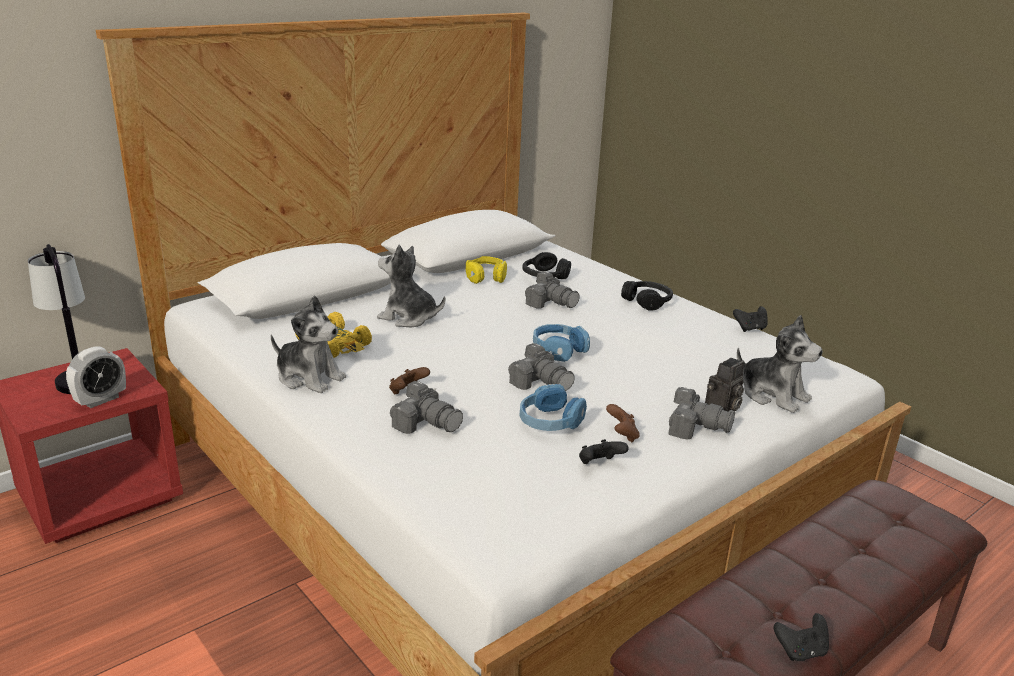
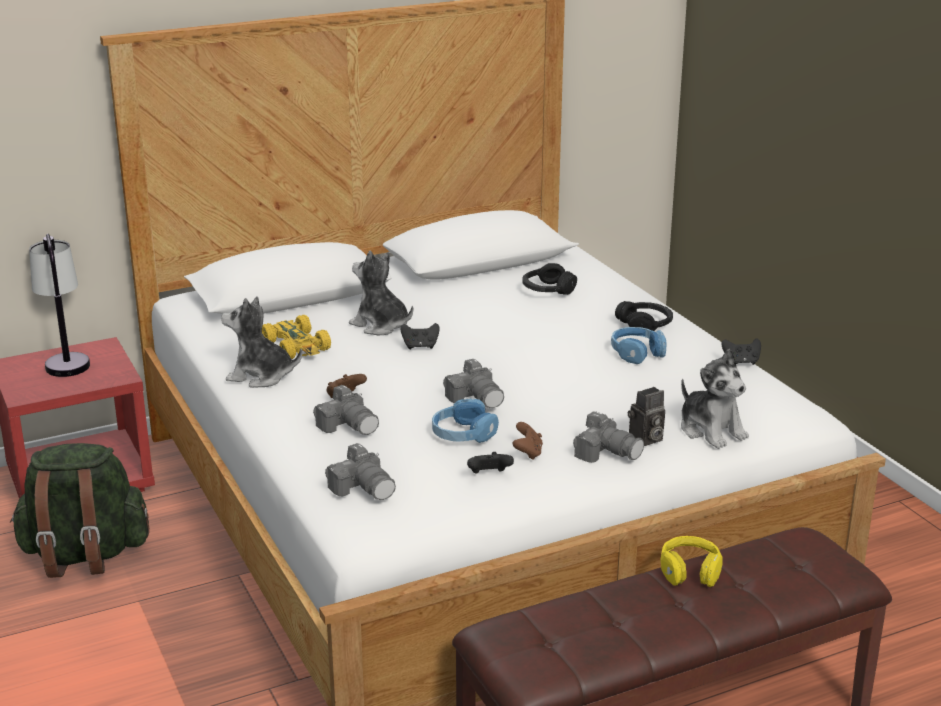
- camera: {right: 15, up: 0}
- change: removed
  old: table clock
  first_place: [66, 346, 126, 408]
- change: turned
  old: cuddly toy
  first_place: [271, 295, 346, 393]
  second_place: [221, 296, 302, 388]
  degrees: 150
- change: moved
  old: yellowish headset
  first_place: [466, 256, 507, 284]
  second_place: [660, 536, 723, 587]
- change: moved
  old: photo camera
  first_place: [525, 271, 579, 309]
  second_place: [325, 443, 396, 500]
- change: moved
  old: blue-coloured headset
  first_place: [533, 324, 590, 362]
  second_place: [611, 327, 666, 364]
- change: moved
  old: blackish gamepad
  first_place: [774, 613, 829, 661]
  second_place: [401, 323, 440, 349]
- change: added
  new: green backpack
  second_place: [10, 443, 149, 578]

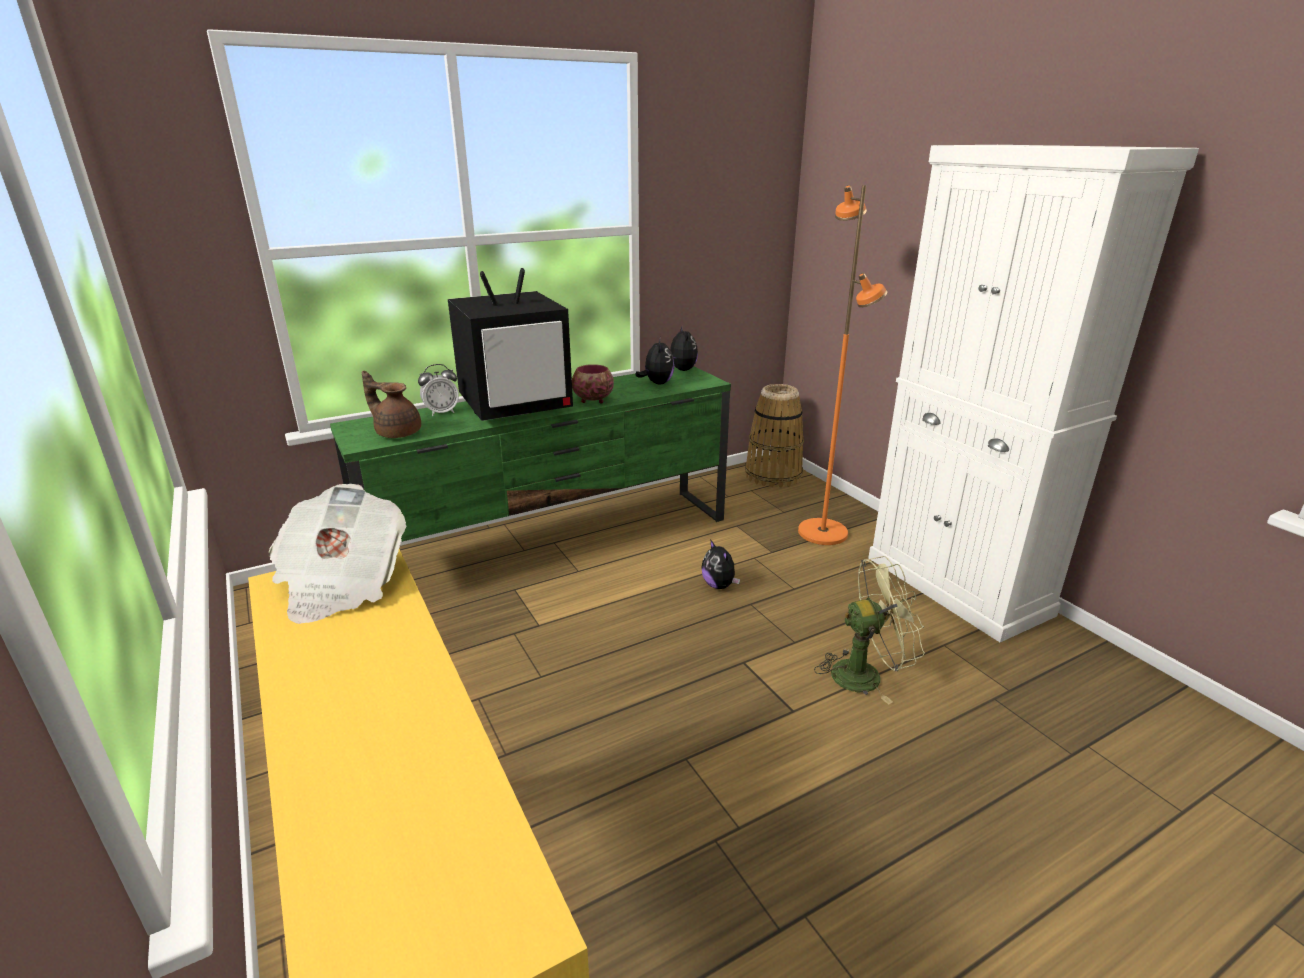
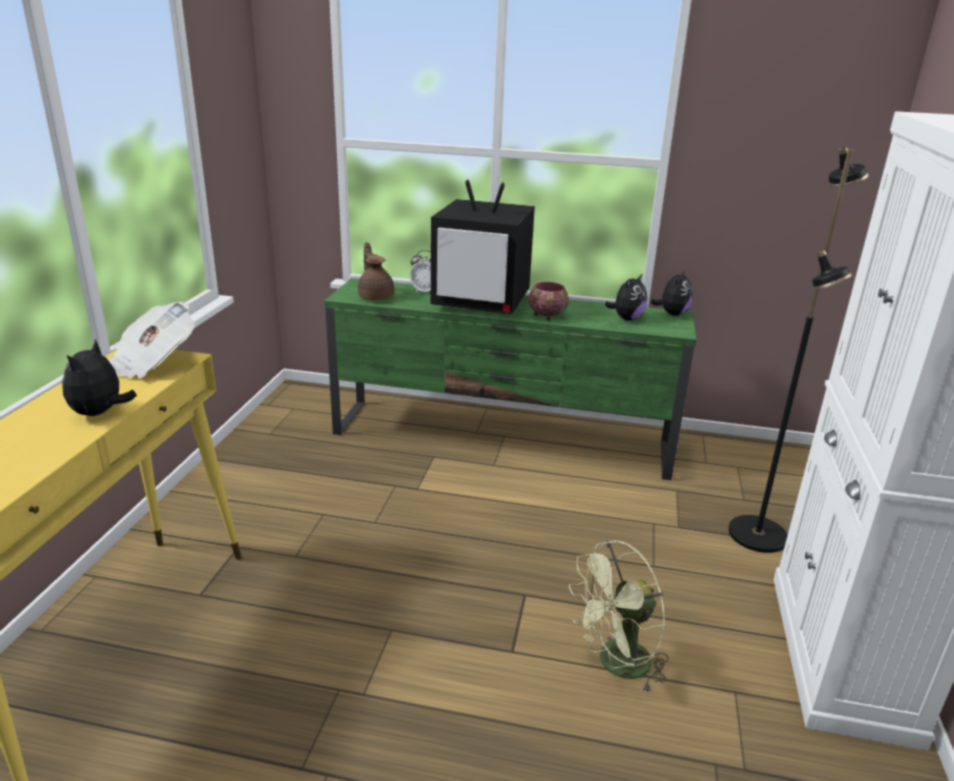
- camera: {right: 40, up: 0}
- change: moved
  old: cuddly toy
  first_place: [701, 539, 740, 589]
  second_place: [62, 339, 137, 416]
- change: removed
  old: storage basket
  first_place: [745, 384, 804, 488]
- change: recoloured
  old: orangey standing lamp
  new: blackish standing lamp
  first_place: [798, 185, 888, 545]
  second_place: [728, 147, 869, 553]
- change: turned
  old: green electric fan
  first_place: [814, 556, 925, 704]
  second_place: [569, 540, 668, 692]
  degrees: 120

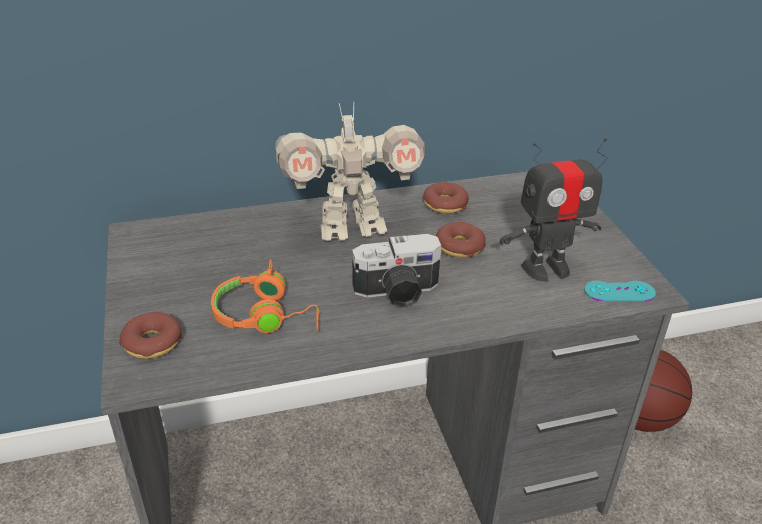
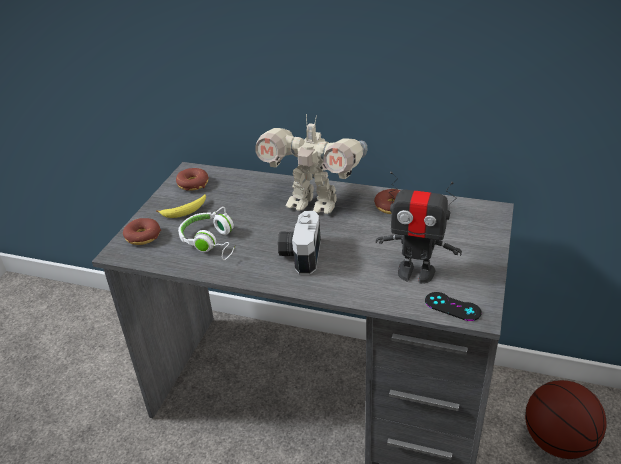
- camera: {right: 35, up: 0}
- change: recoloured
  old: orangey headset
  new: white-coloured headset
  first_place: [211, 259, 319, 333]
  second_place: [178, 207, 235, 260]
- change: turned
  old: photo camera
  first_place: [352, 234, 441, 308]
  second_place: [278, 211, 321, 275]
  degrees: 75
- change: moved
  old: doughnut
  first_place: [436, 222, 486, 258]
  second_place: [176, 168, 209, 191]
- change: recoloured
  old: turquoise-coloured gamepad
  new: blackish gamepad
  first_place: [584, 281, 656, 302]
  second_place: [425, 292, 481, 321]
- change: added
  new: whole banana
  second_place: [156, 194, 206, 218]

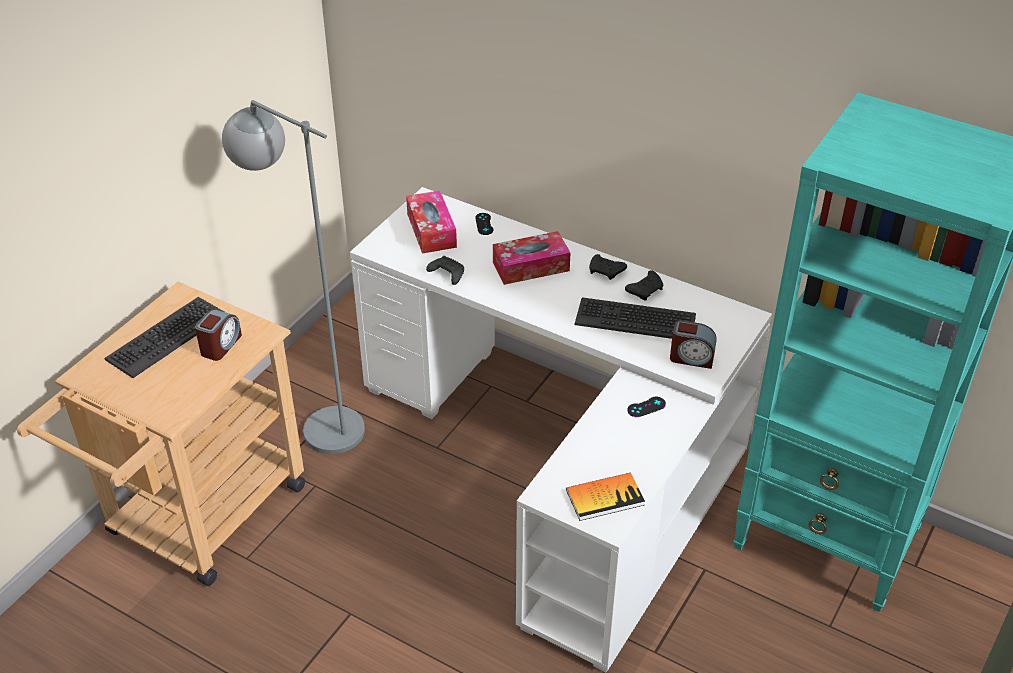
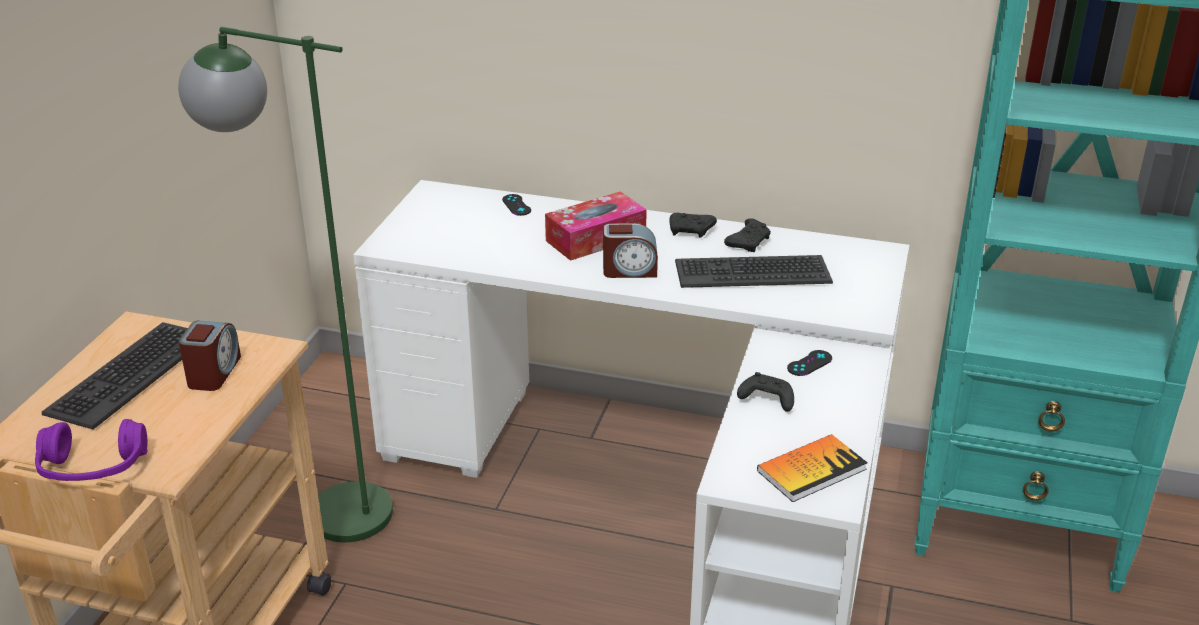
- camera: {right: -15, up: -10}
- change: recoloured
  old: gray standing lamp
  new: green standing lamp
  first_place: [222, 100, 365, 454]
  second_place: [178, 27, 393, 542]
- change: removed
  old: tissue box
  first_place: [406, 190, 457, 254]
- change: moved
  old: blackish gamepad
  first_place: [426, 256, 464, 285]
  second_place: [737, 372, 794, 412]
- change: moved
  old: table clock
  first_place: [670, 320, 717, 369]
  second_place: [603, 223, 658, 278]
- change: added
  new: purple headset
  second_place: [35, 419, 148, 481]

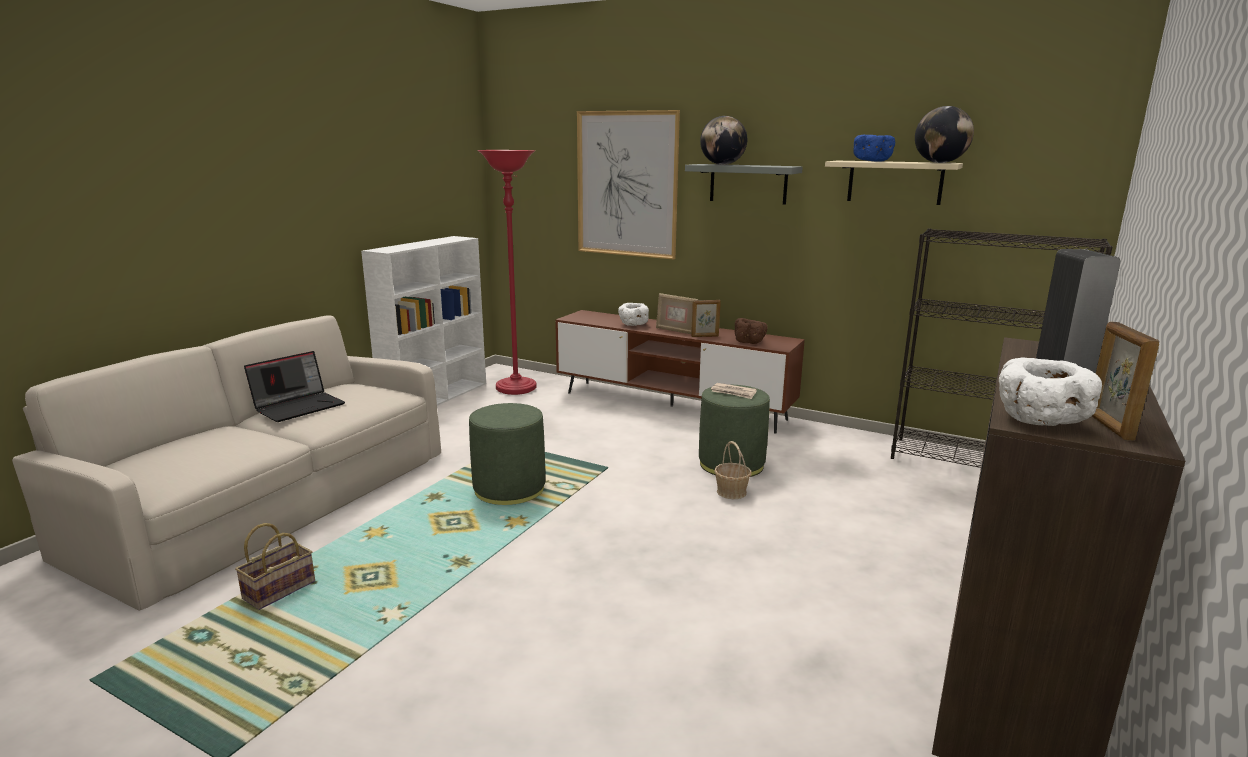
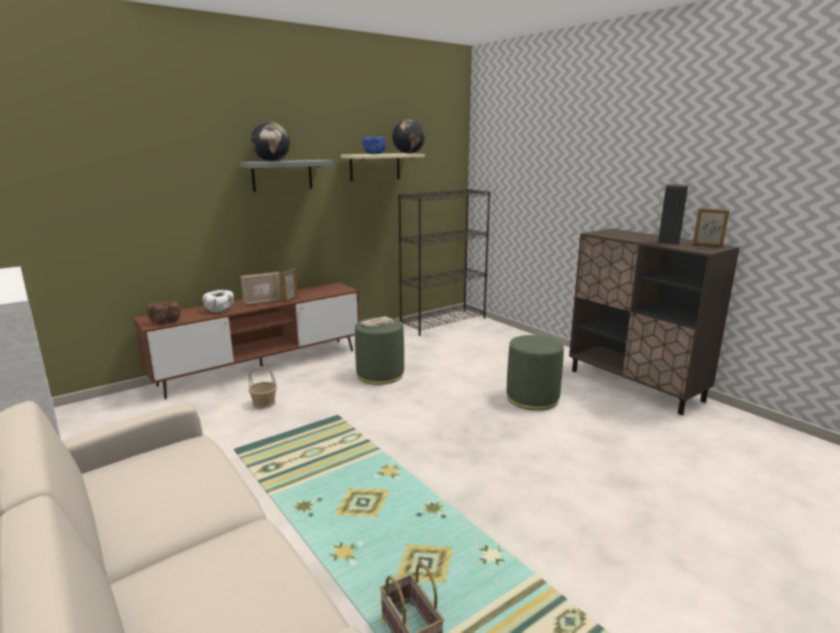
- camera: {right: -65, up: 0}
- change: removed
  old: notebook computer
  first_place: [244, 351, 345, 422]
- change: moved
  old: green footrest
  first_place: [469, 403, 545, 505]
  second_place: [507, 335, 564, 410]
- change: removed
  old: reddish standing lamp
  first_place: [477, 150, 537, 395]
- change: removed
  old: wall picture
  first_place: [577, 110, 680, 260]
- change: moved
  old: storage basket
  first_place: [714, 441, 752, 499]
  second_place: [248, 367, 277, 409]
- change: moved
  old: brown-coloured deep dish
  first_place: [735, 318, 768, 344]
  second_place: [146, 301, 181, 324]
- change: removed
  old: white-coloured deep dish
  first_place: [999, 357, 1102, 426]

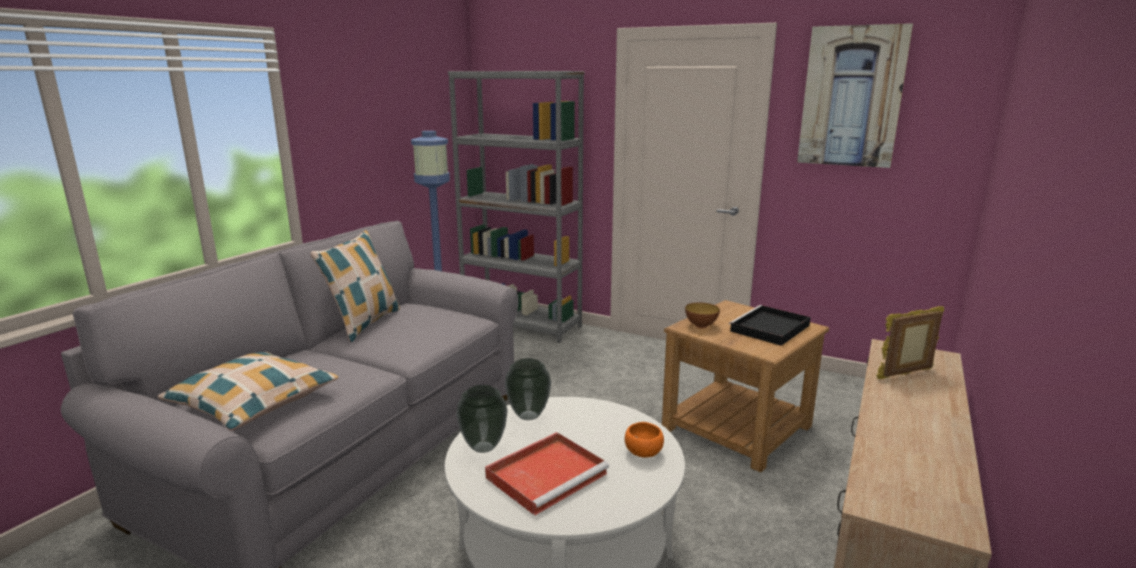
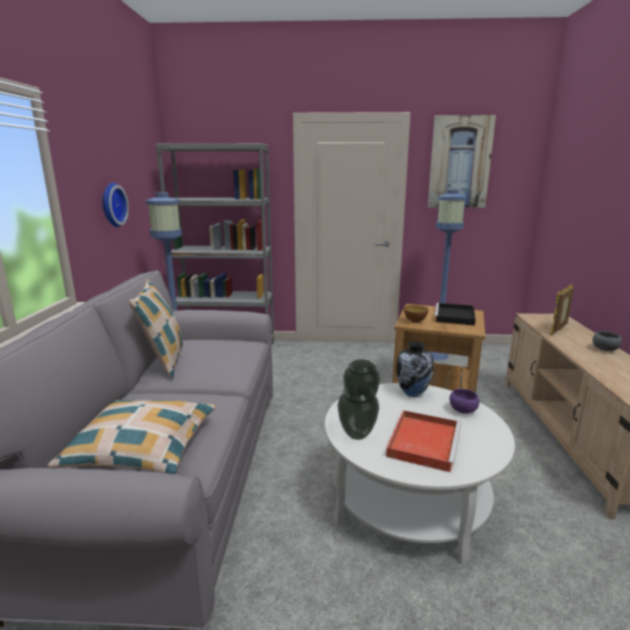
- camera: {right: -25, up: 0}
- change: recoloured
  old: orangey deep dish
  new: purple deep dish
  first_place: [625, 422, 664, 458]
  second_place: [450, 388, 479, 414]
- change: added
  new: clock on the wall
  second_place: [103, 183, 129, 227]
- change: added
  new: vase
  second_place: [396, 341, 434, 397]
- change: added
  new: blue-coloured standing lamp
  second_place: [429, 190, 467, 360]
- change: added
  new: gray deep dish
  second_place: [593, 331, 622, 351]

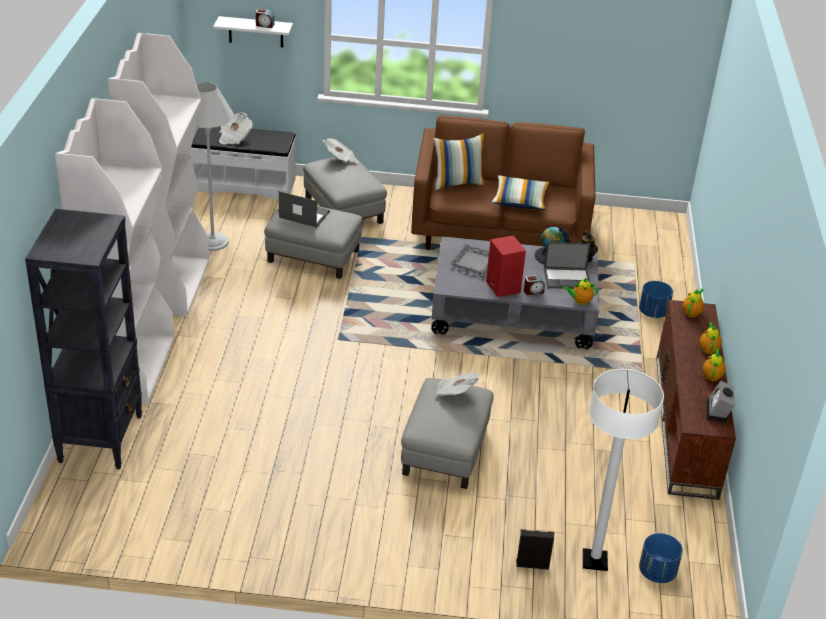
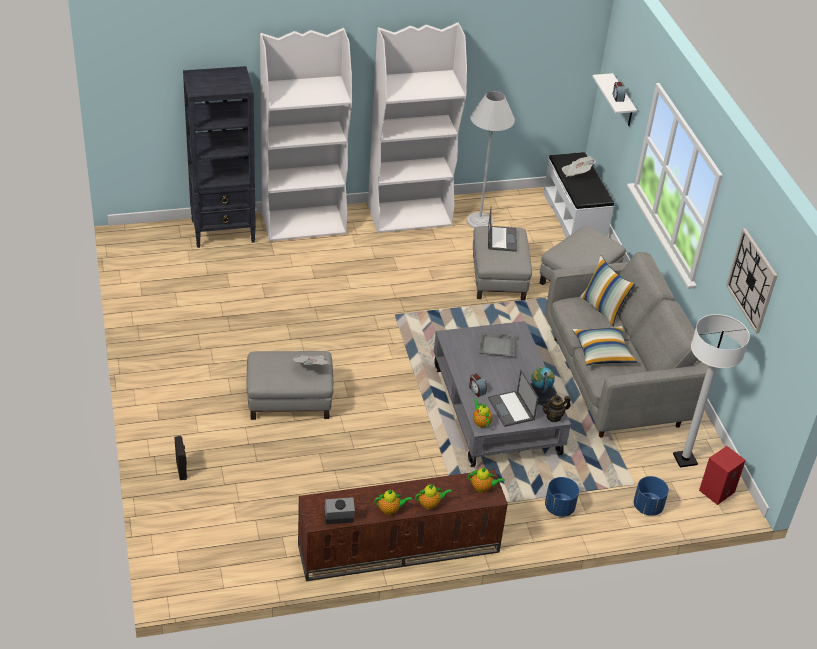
- camera: {right: 70, up: 5}
- change: removed
  old: newspaper
  first_place: [323, 138, 358, 163]
- change: recoloured
  old: brown-coloured settee
  new: gray settee
  first_place: [411, 115, 595, 250]
  second_place: [545, 252, 708, 437]
- change: moved
  old: reddish loudspeaker
  first_place: [486, 235, 526, 297]
  second_place: [699, 446, 746, 505]
- change: moved
  old: white-coloured standing lamp
  first_place: [583, 369, 664, 571]
  second_place: [673, 314, 750, 467]
- change: moved
  old: blue-coloured planter
  first_place: [639, 533, 683, 583]
  second_place: [634, 476, 669, 516]
- change: added
  new: clock on the wall
  second_place: [726, 228, 778, 334]

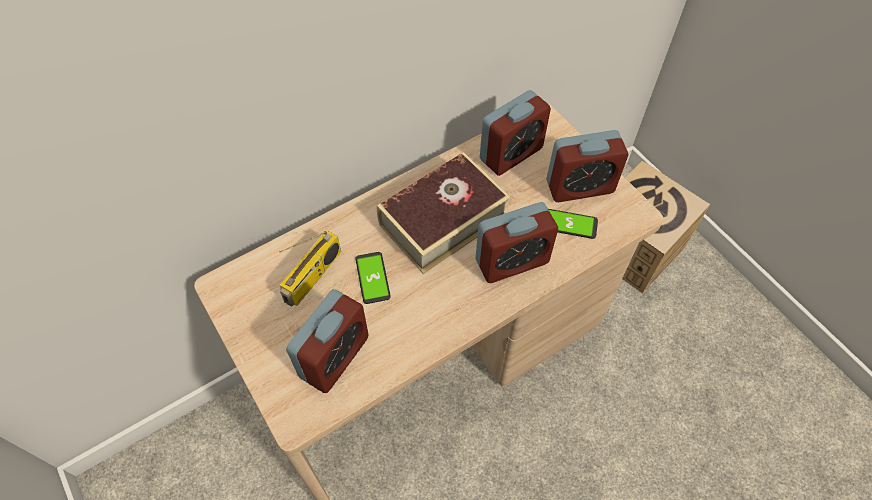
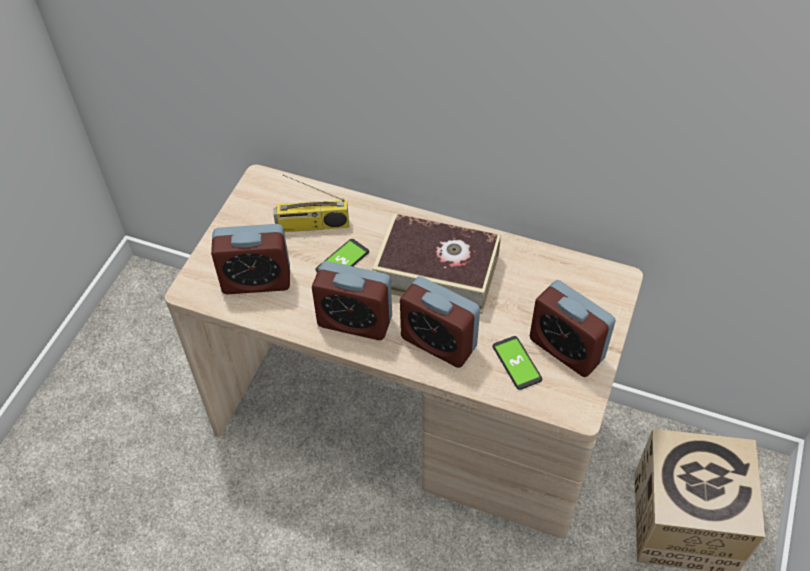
- camera: {right: 55, up: -5}
- change: moved
  old: table clock
  first_place: [480, 90, 551, 176]
  second_place: [312, 261, 392, 340]

